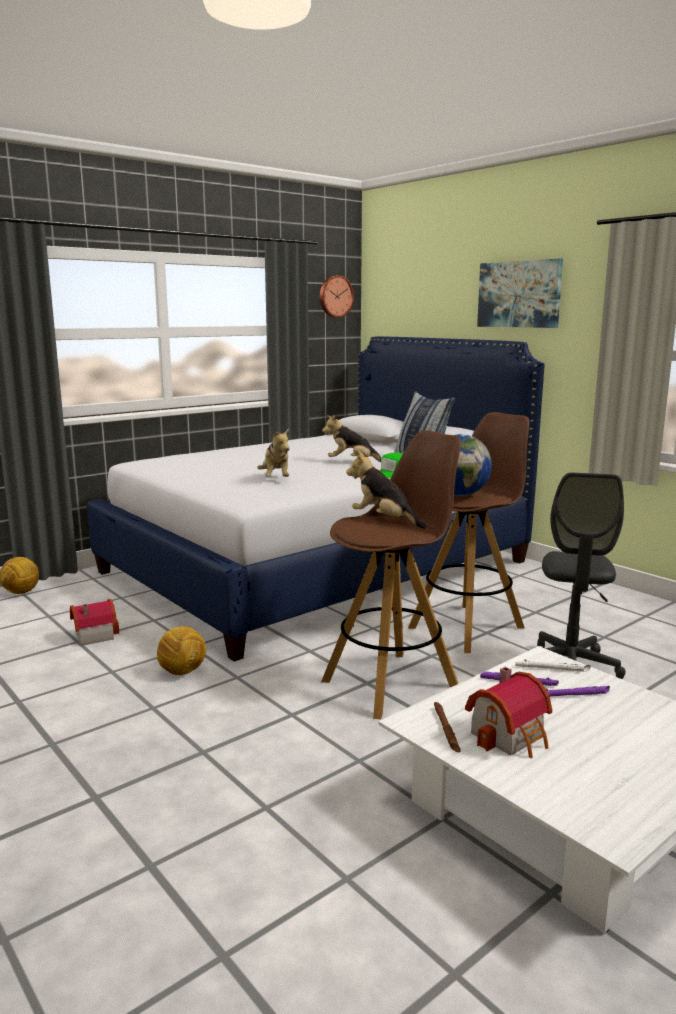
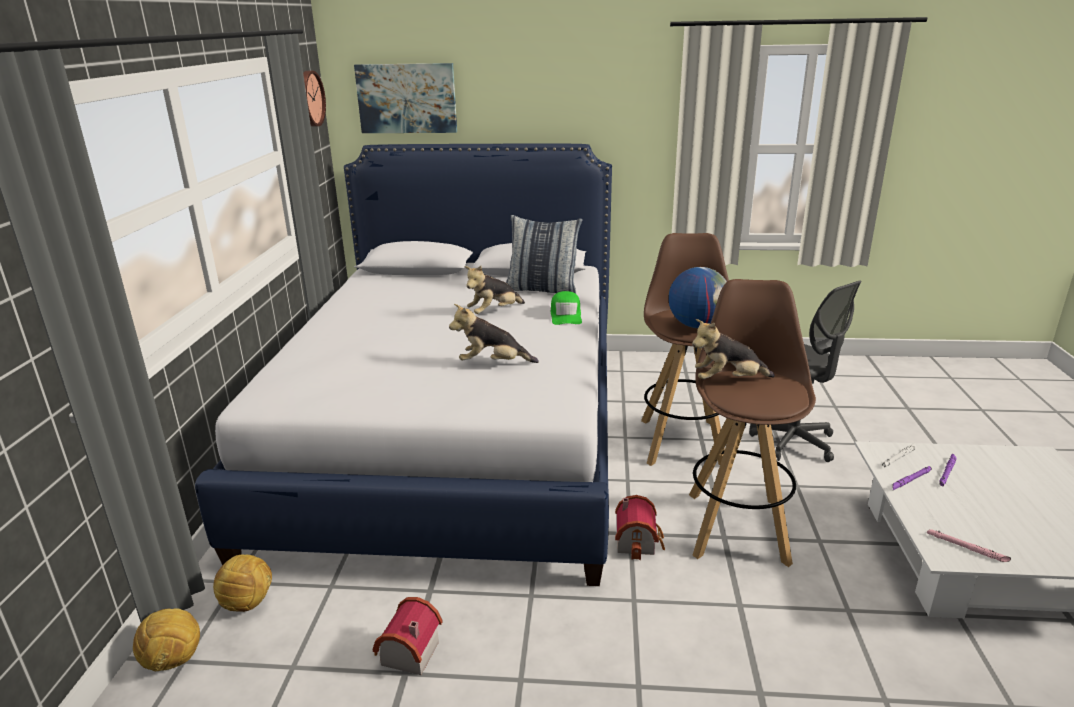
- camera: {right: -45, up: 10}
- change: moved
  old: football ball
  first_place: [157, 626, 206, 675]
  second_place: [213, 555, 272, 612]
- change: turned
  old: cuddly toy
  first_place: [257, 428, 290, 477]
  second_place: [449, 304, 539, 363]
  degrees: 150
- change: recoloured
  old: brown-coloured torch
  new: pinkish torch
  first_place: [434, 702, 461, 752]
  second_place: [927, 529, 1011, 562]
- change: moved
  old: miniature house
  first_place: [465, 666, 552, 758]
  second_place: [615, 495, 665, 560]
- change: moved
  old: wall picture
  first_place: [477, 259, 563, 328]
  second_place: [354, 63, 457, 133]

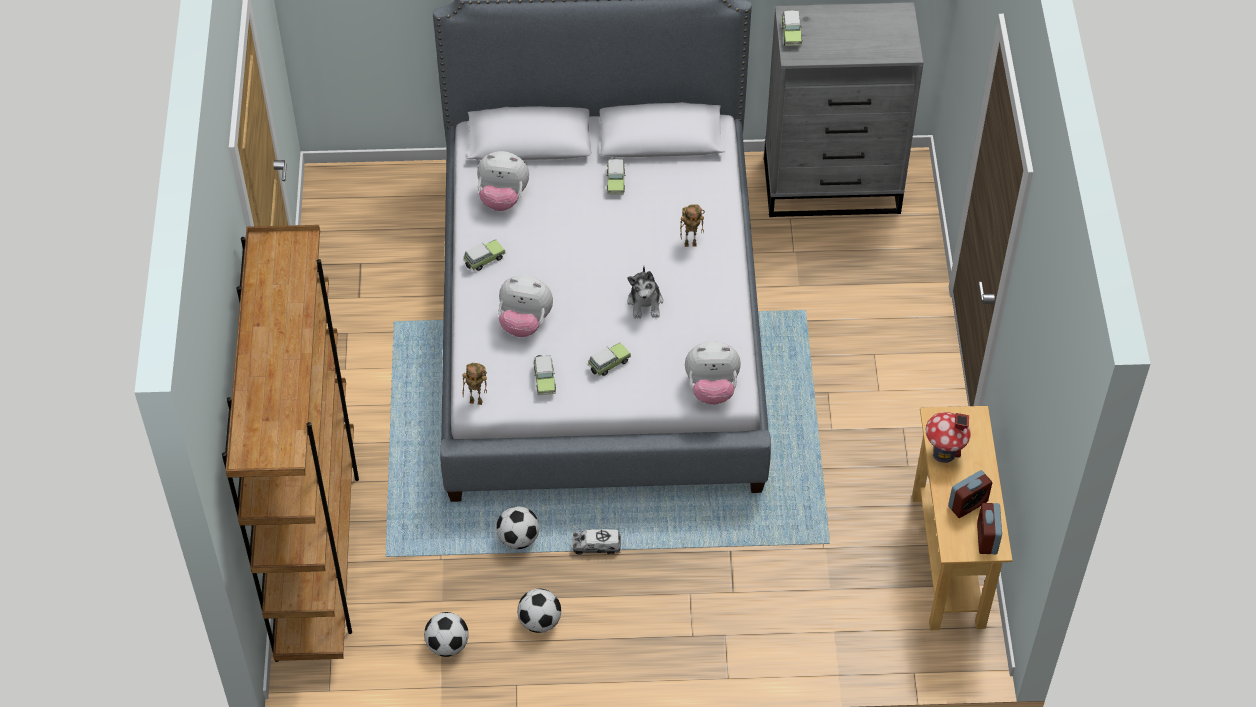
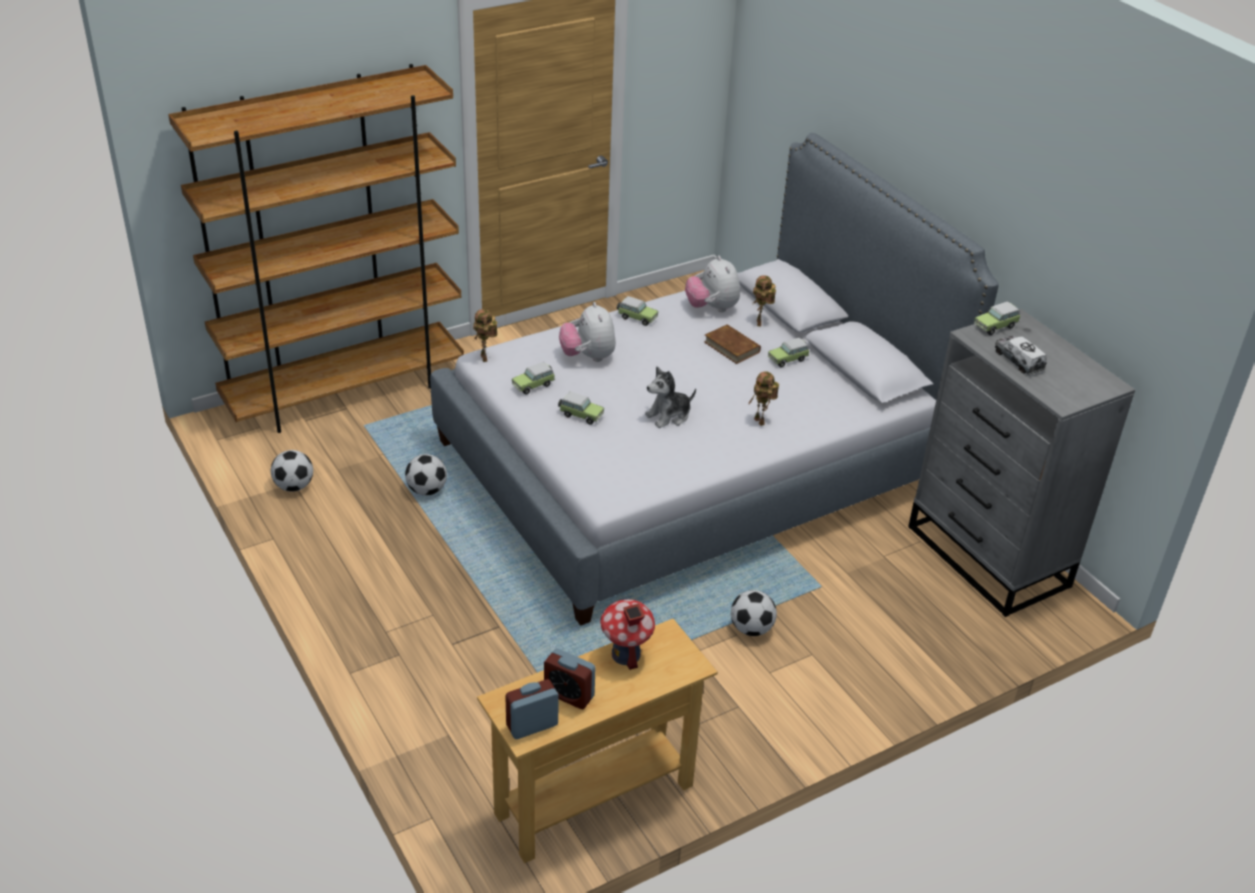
- camera: {right: 60, up: -15}
- change: moved
  old: football ball
  first_place: [517, 589, 561, 633]
  second_place: [731, 590, 777, 636]
- change: moved
  old: model truck
  first_place: [573, 529, 621, 555]
  second_place: [995, 336, 1047, 375]
- change: removed
  old: cuddly toy
  first_place: [685, 341, 741, 405]
- change: added
  new: brown-coloured volume
  second_place: [704, 324, 761, 364]
- change: added
  new: model robot
  second_place: [752, 275, 776, 326]

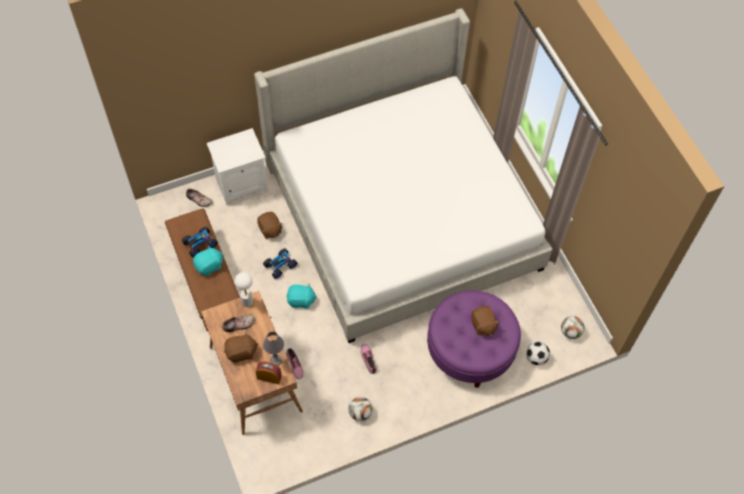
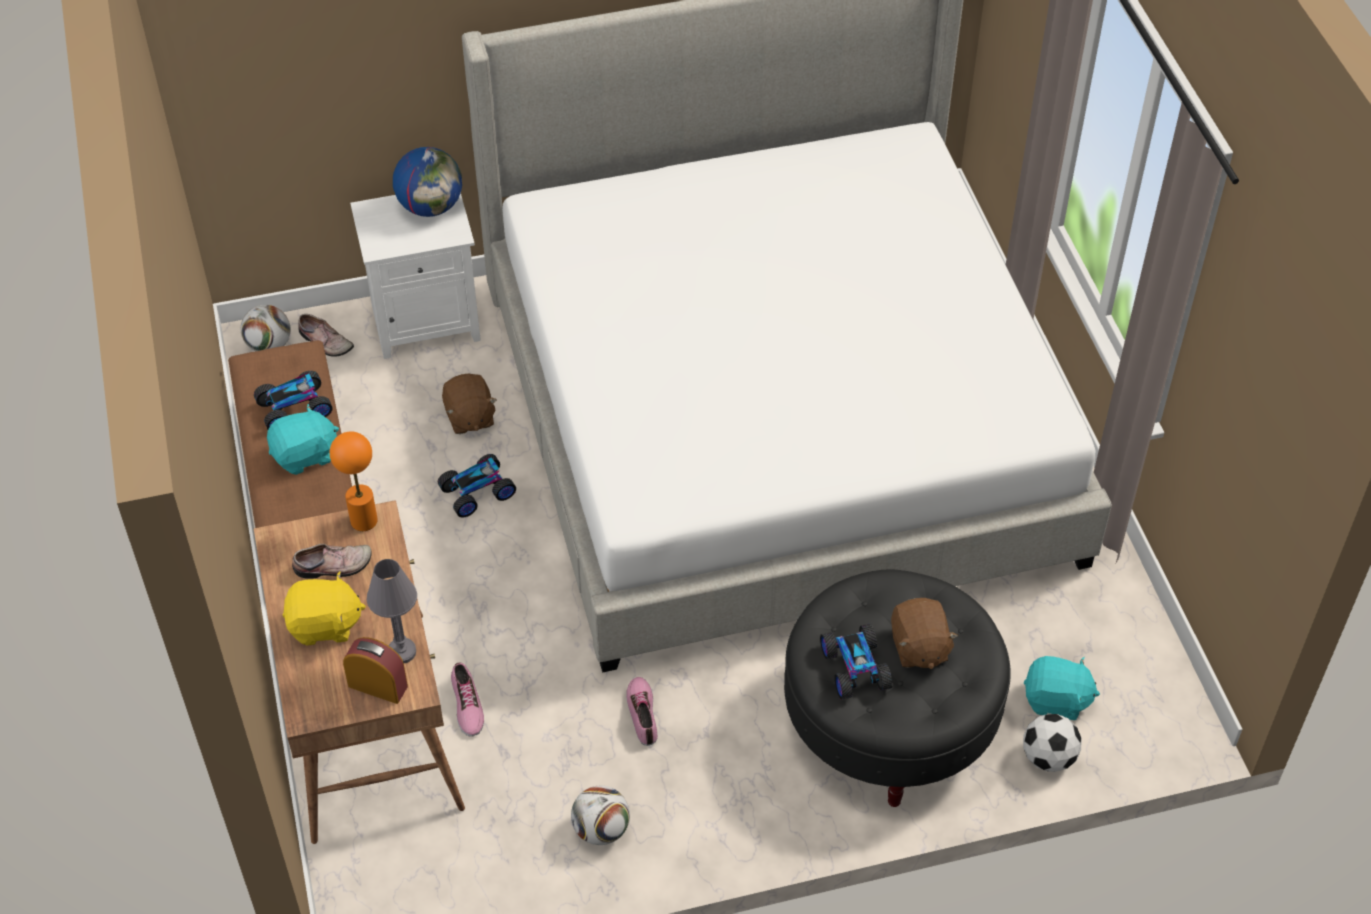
- camera: {right: 10, up: -10}
- change: recoloured
  old: brown-coloured cuddly toy
  new: yellowish cuddly toy
  first_place: [224, 331, 258, 363]
  second_place: [283, 572, 366, 645]
- change: recoloured
  old: white-coloured lamp for a table
  new: orangey lamp for a table
  first_place: [235, 272, 253, 307]
  second_place: [330, 431, 378, 531]
- change: moved
  old: turquoise-coloured cuddly toy
  first_place: [286, 283, 317, 308]
  second_place: [1024, 656, 1100, 720]
- change: recoloured
  old: purple footrest
  new: blackish footrest
  first_place: [427, 291, 521, 388]
  second_place: [784, 570, 1011, 807]
- change: moved
  old: football ball
  first_place: [561, 316, 585, 339]
  second_place: [241, 305, 290, 351]
- change: added
  new: globe
  second_place: [393, 147, 462, 217]
- change: added
  new: toy car
  second_place: [820, 624, 892, 700]

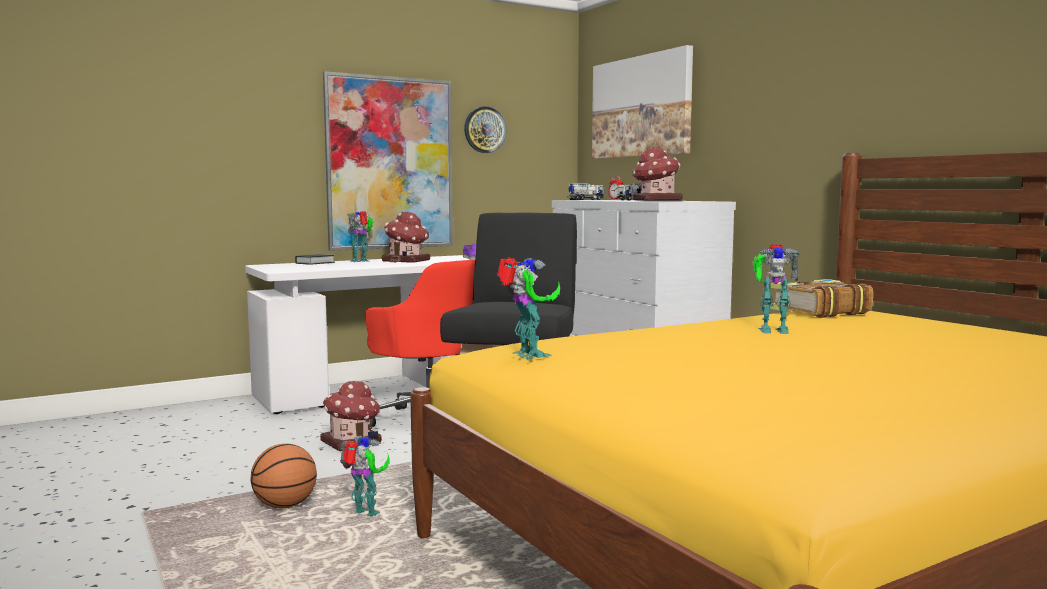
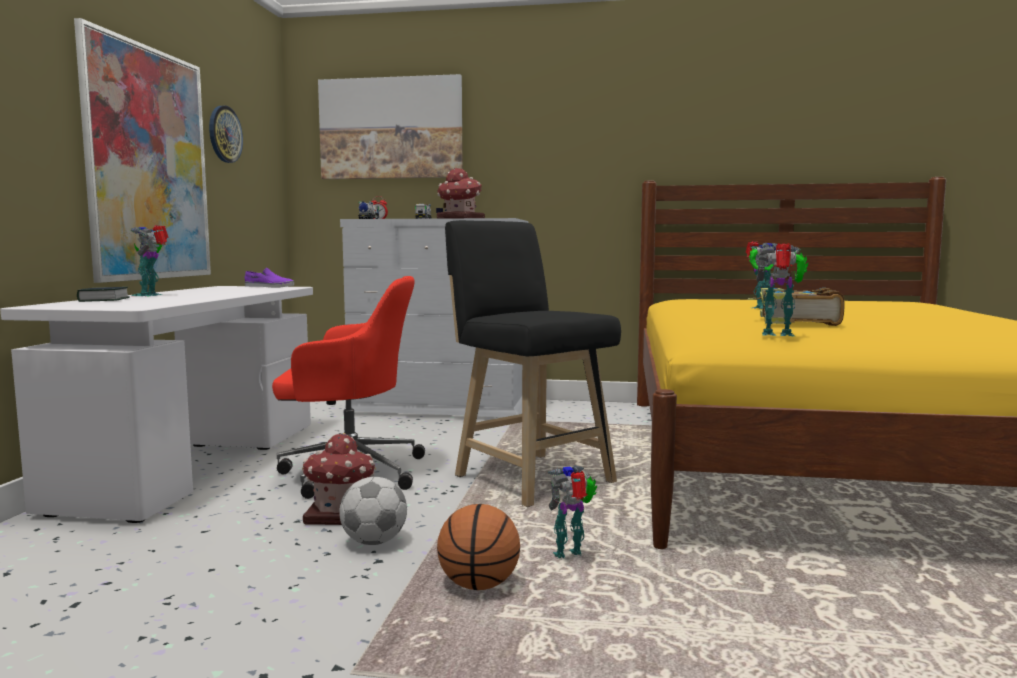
- camera: {right: -50, up: 0}
- change: removed
  old: miniature house
  first_place: [382, 211, 430, 263]
- change: moved
  old: volume
  first_place: [770, 279, 873, 318]
  second_place: [748, 288, 845, 326]
- change: added
  new: football ball
  second_place: [339, 477, 407, 545]

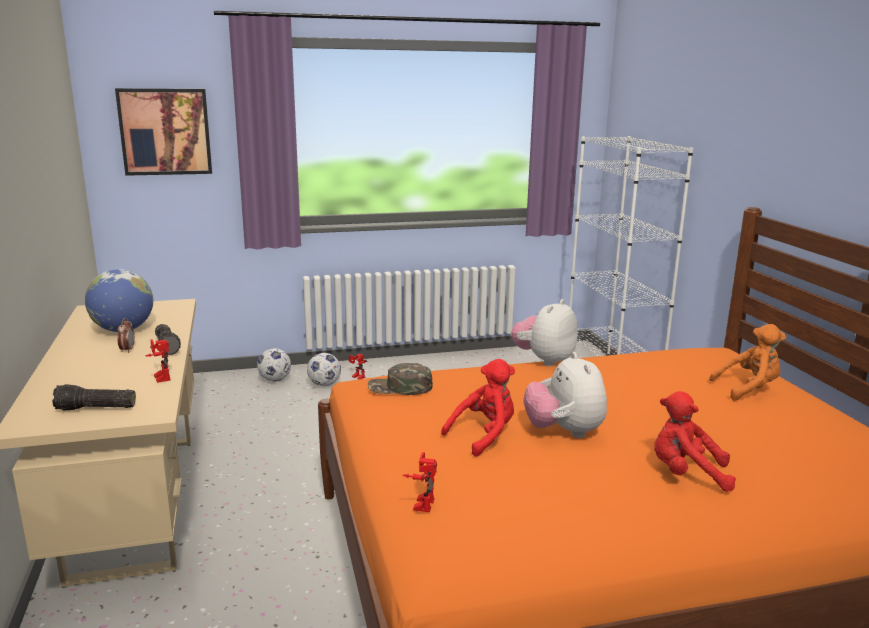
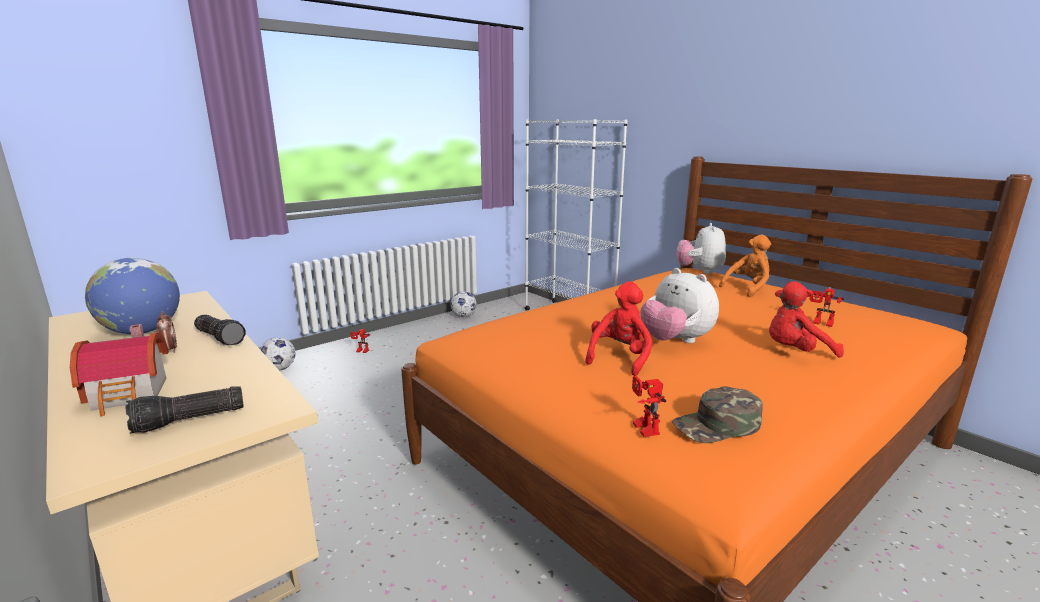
- camera: {right: -25, up: 0}
- change: removed
  old: wall picture
  first_place: [115, 88, 212, 176]
- change: moved
  old: model robot
  first_place: [145, 340, 171, 383]
  second_place: [809, 288, 844, 327]
- change: moved
  old: football ball
  first_place: [307, 353, 341, 386]
  second_place: [450, 291, 477, 317]
- change: moved
  old: green cap
  first_place: [368, 363, 433, 395]
  second_place: [672, 386, 763, 443]
- change: moved
  old: cuddly toy
  first_place: [511, 299, 578, 366]
  second_place: [676, 223, 726, 274]
- change: added
  new: miniature house
  second_place: [70, 324, 169, 416]

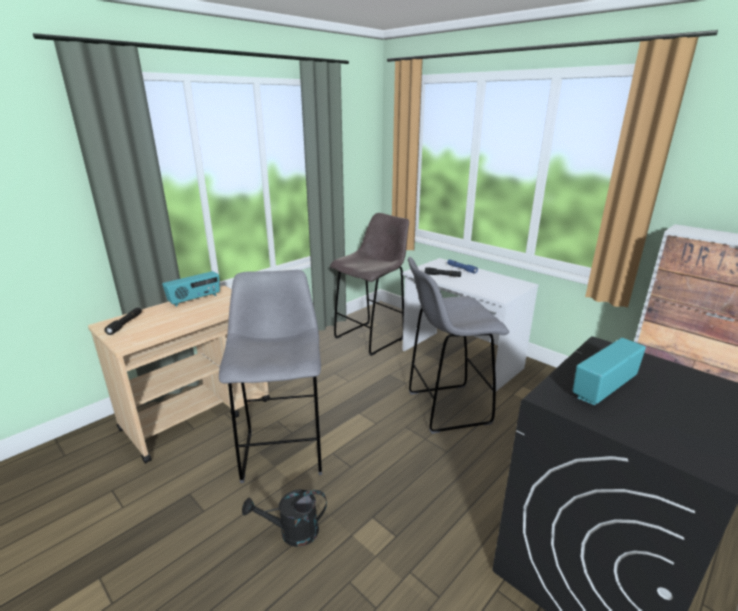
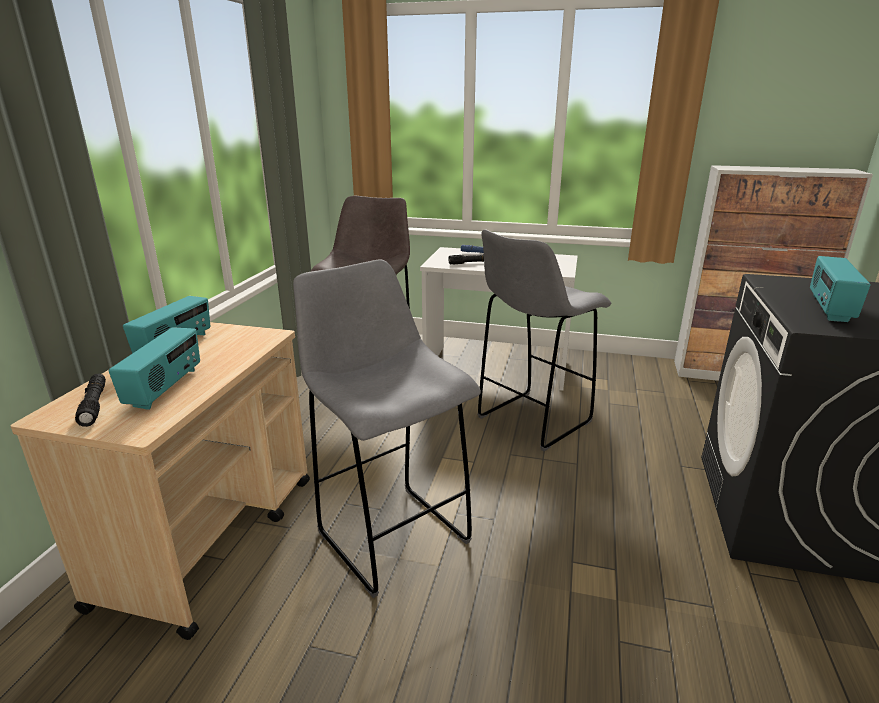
- camera: {right: -30, up: 0}
- change: removed
  old: blackish watering can
  first_place: [242, 489, 327, 547]
- change: added
  new: radio set
  second_place: [109, 327, 200, 410]

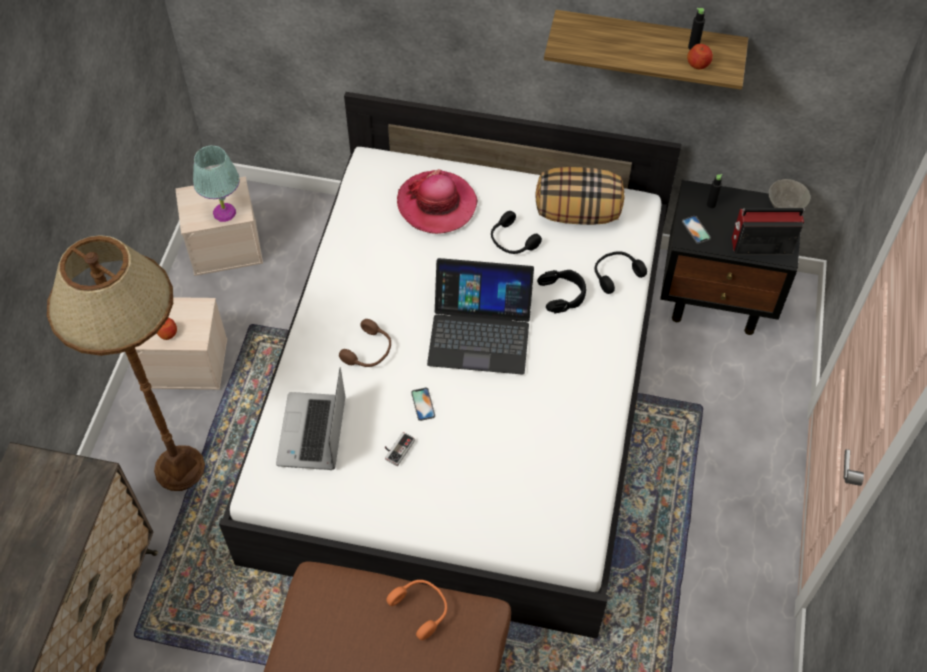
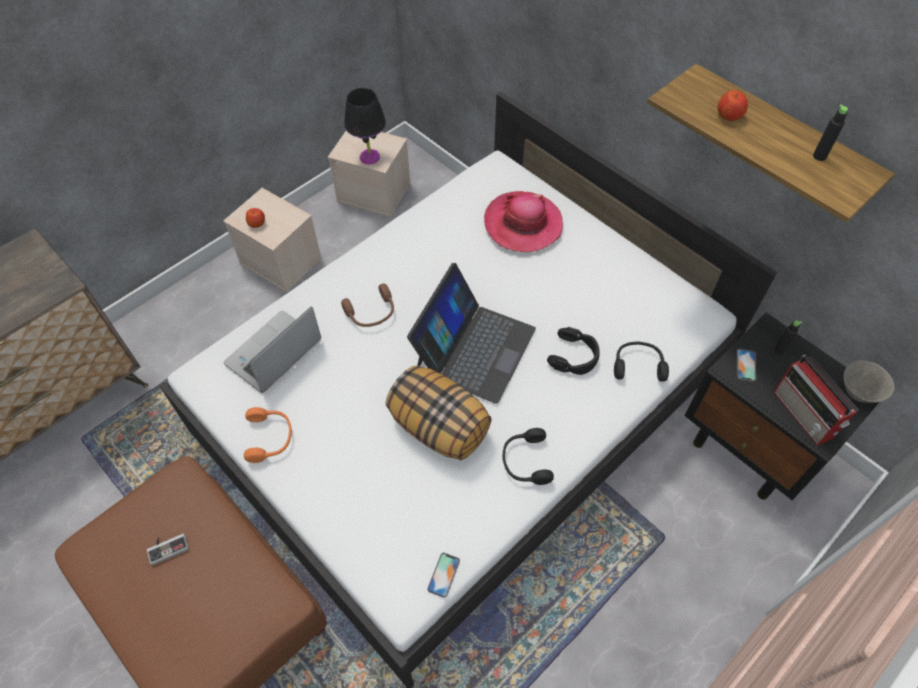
- camera: {right: 35, up: 0}
- change: removed
  old: brown-coloured standing lamp
  first_place: [47, 235, 205, 491]
- change: recoloured
  old: turquoise-coloured lamp for a table
  new: blackish lamp for a table
  first_place: [193, 145, 240, 222]
  second_place: [344, 88, 386, 165]
- change: moved
  old: gamepad
  first_place: [385, 432, 415, 466]
  second_place: [147, 533, 189, 565]
- change: moved
  old: orangey headset
  first_place: [386, 580, 447, 640]
  second_place: [244, 407, 292, 463]
- change: moved
  old: telephone
  first_place: [411, 388, 435, 421]
  second_place: [427, 553, 460, 598]
- change: turned
  old: notebook computer
  first_place: [427, 258, 534, 375]
  second_place: [407, 263, 536, 404]
  degrees: -105
- change: moved
  old: blackish headset
  first_place: [491, 211, 542, 254]
  second_place: [502, 428, 554, 485]
- change: moved
  old: cushion
  first_place: [535, 167, 624, 225]
  second_place: [386, 366, 492, 460]
- change: moved
  old: apple fruit
  first_place: [687, 44, 713, 69]
  second_place: [718, 90, 748, 121]
- change: turned
  old: radio set
  first_place: [732, 208, 805, 254]
  second_place: [773, 355, 859, 446]
  degrees: -150

